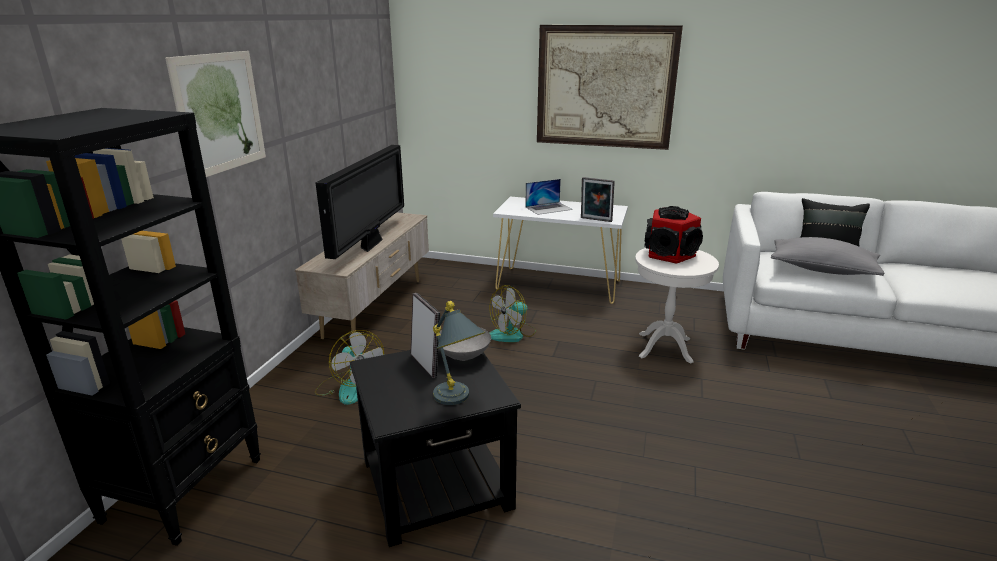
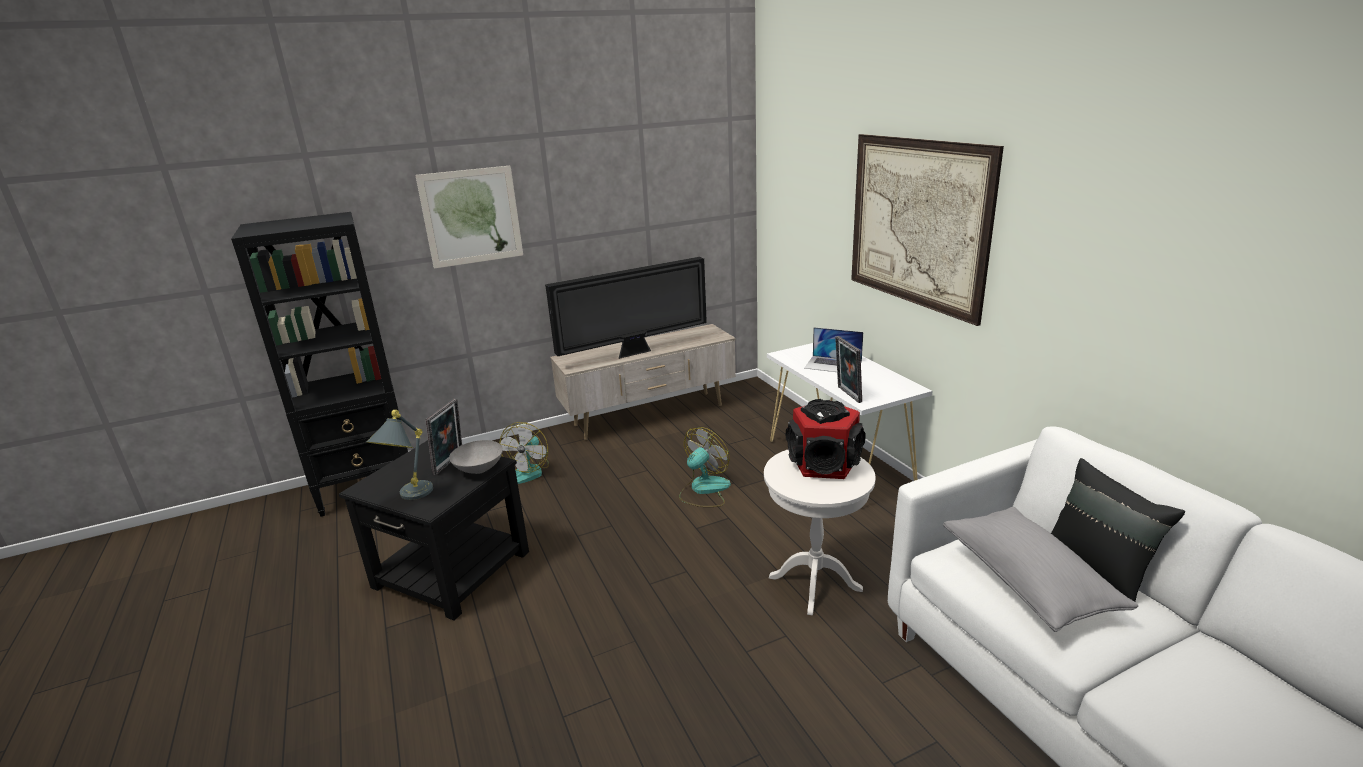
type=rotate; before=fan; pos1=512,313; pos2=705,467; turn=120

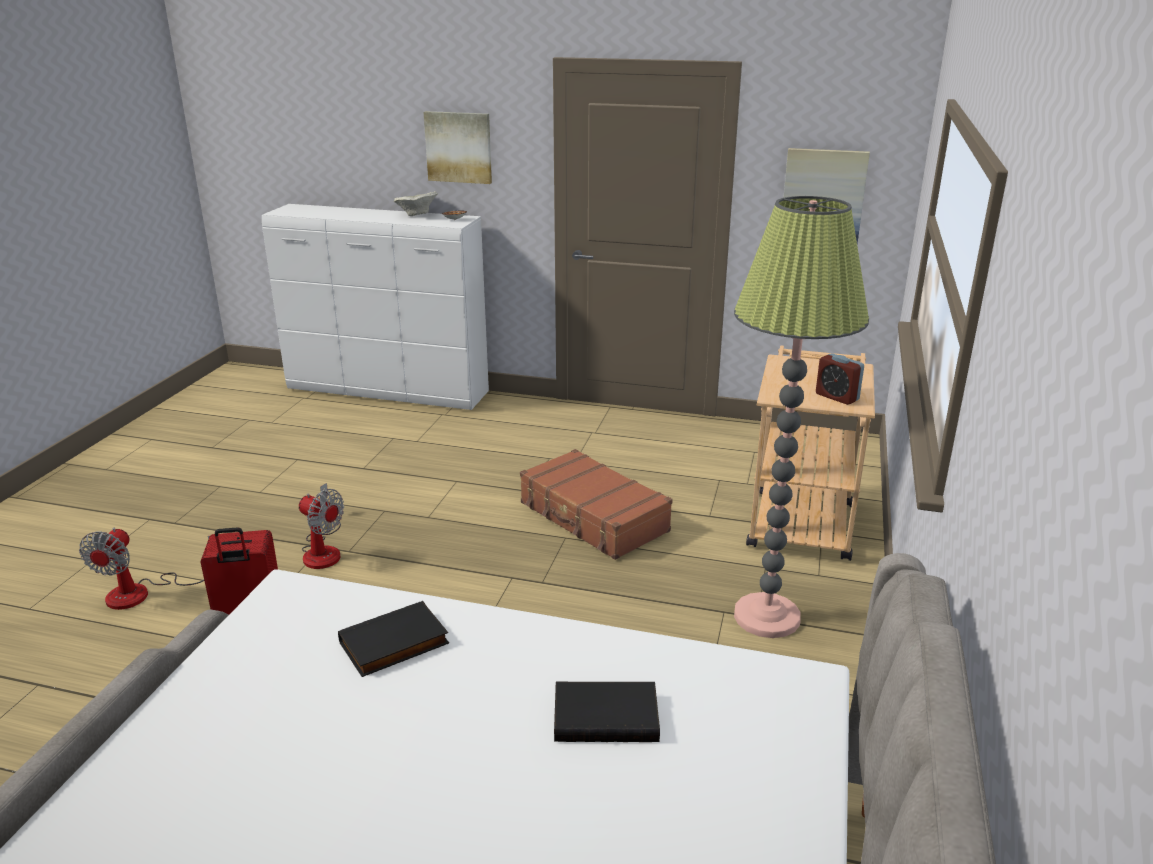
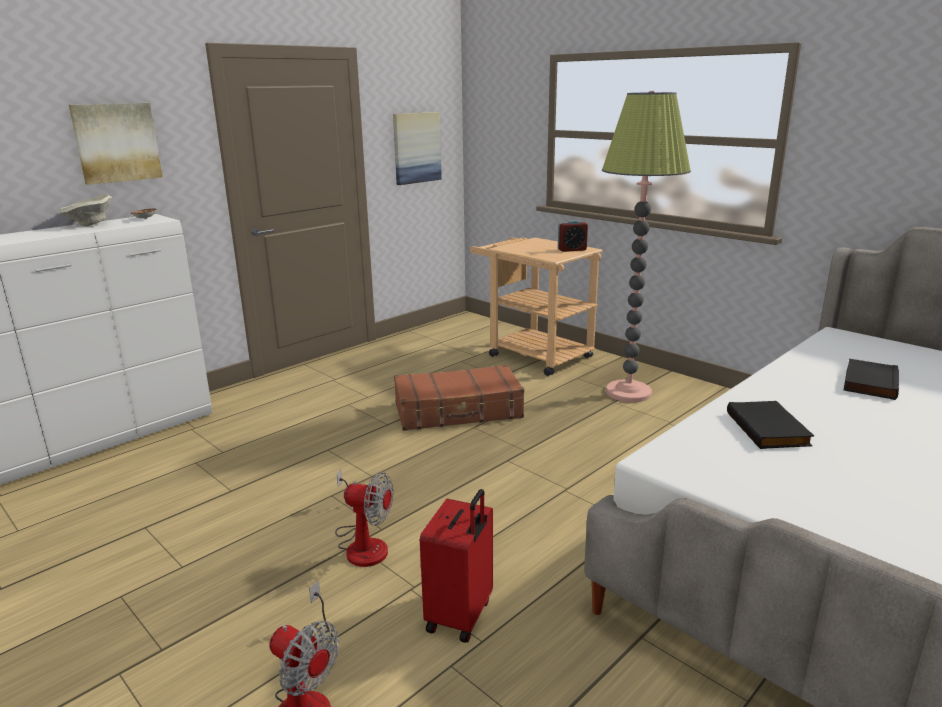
type=rotate; before=fan; pos1=321,526; pos2=364,518; turn=45

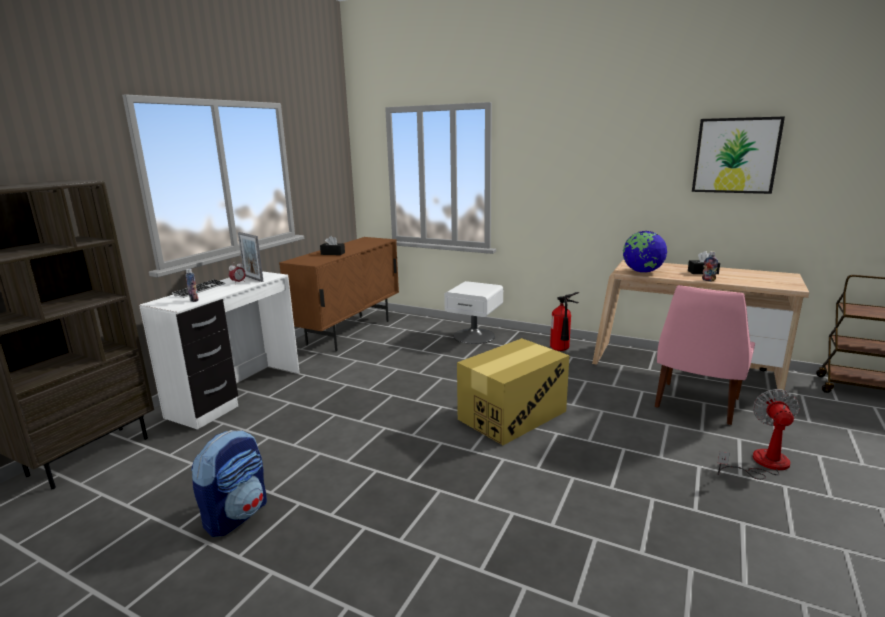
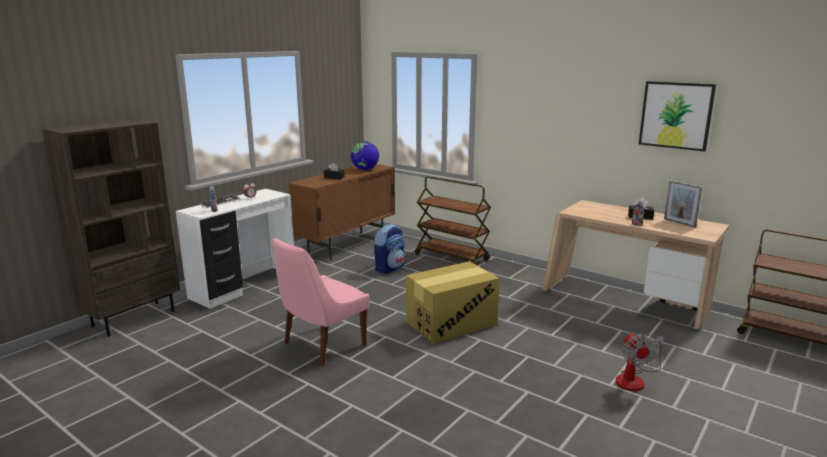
type=move; before=pink chair; pos1=705,355; pos2=321,302
type=move; before=world globe; pos1=645,252; pos2=365,155
type=move; before=knapsack; pos1=229,483; pos2=389,249
type=replace; before=whitish nightstand; after=brownish cart; pos1=473,312; pos2=453,220
type=rotate; before=fan; pos1=759,434; pos2=639,361; turn=150
type=move; before=picture frame; pos1=251,257; pos2=683,203
type=delete; before=fire-fighting cylinder; pos1=564,321

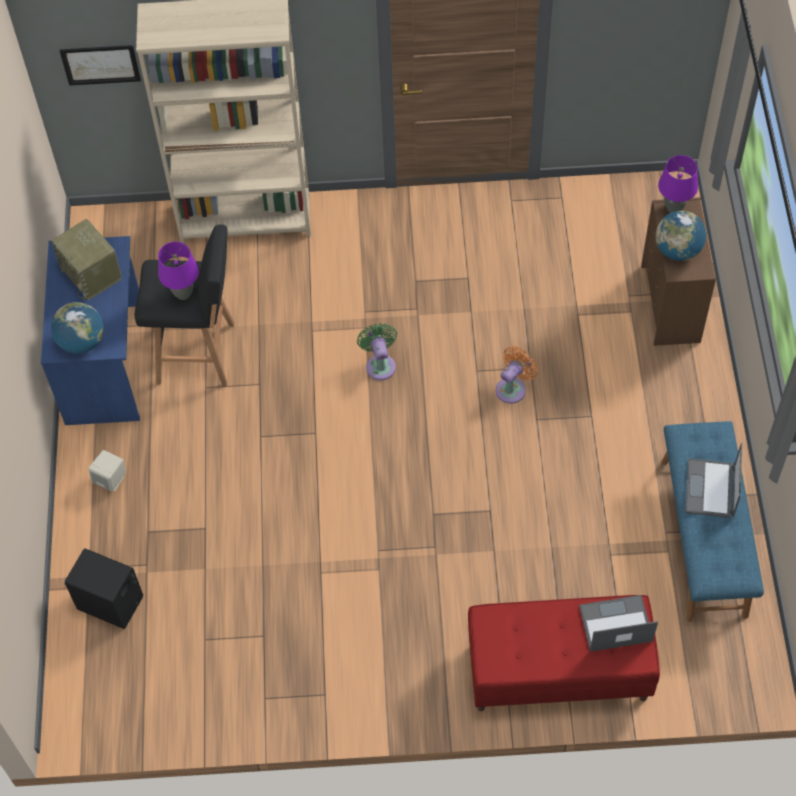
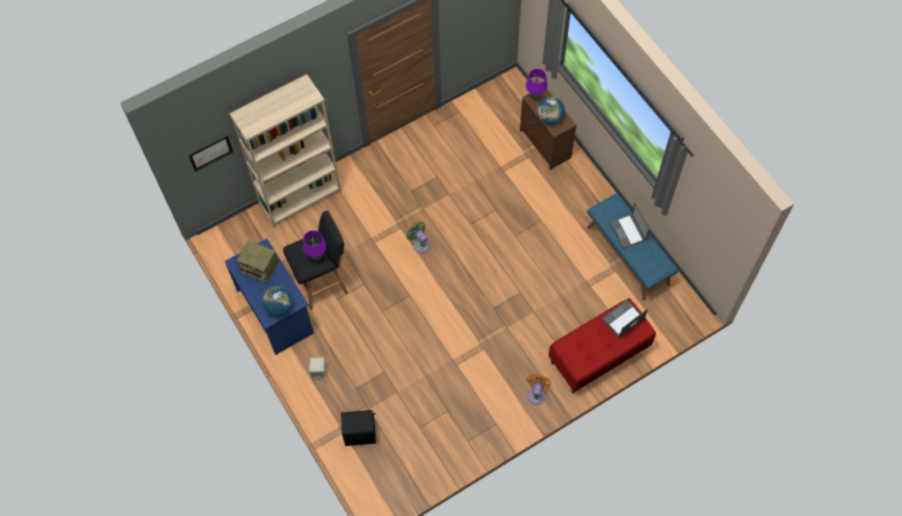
type=move; before=orange fan; pos1=517,375; pos2=539,389

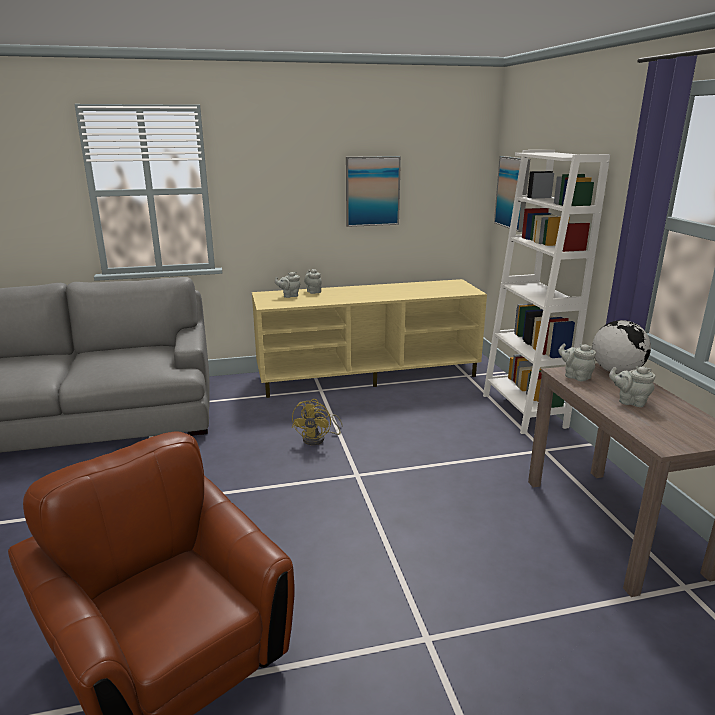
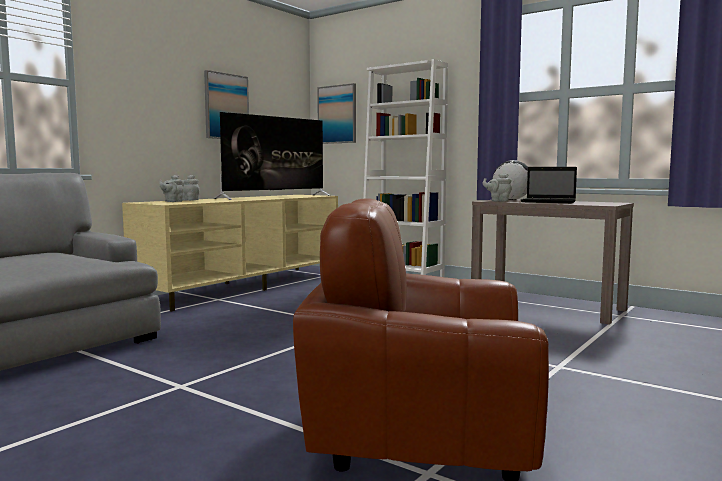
type=insert; after=TV set; pos2=271,156
type=replace; before=greyish teapot; after=laptop; pos1=632,386; pos2=549,185
type=delete; before=yellow-coloured fan; pos1=317,422

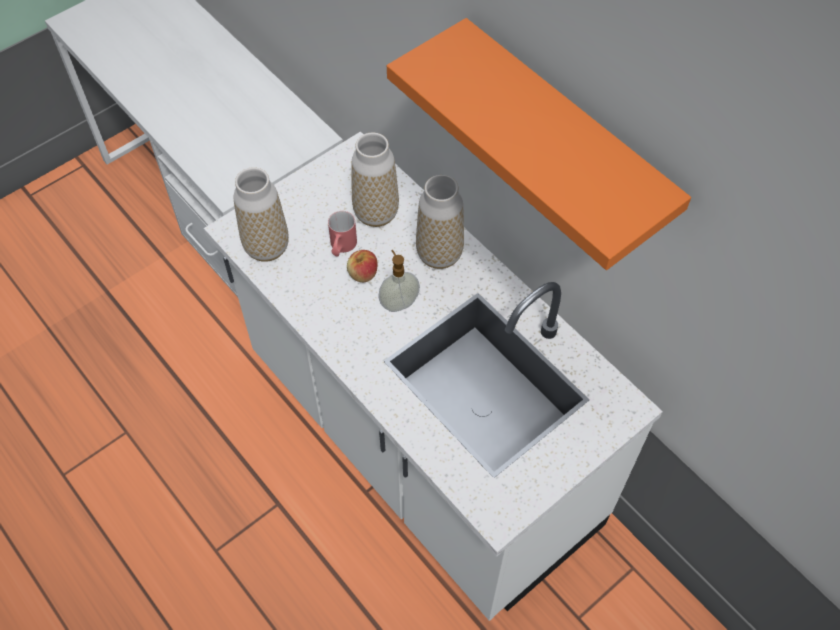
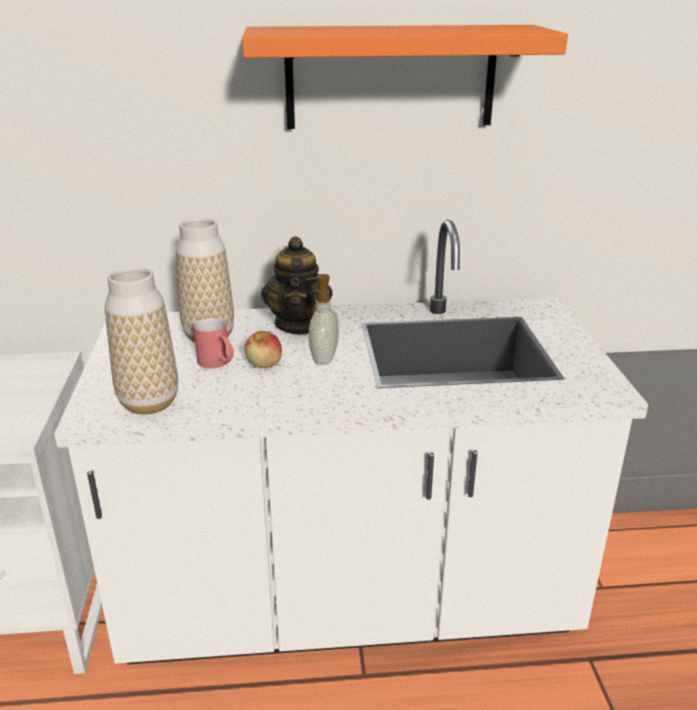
type=replace; before=vase; after=teapot; pos1=440,222; pos2=296,285

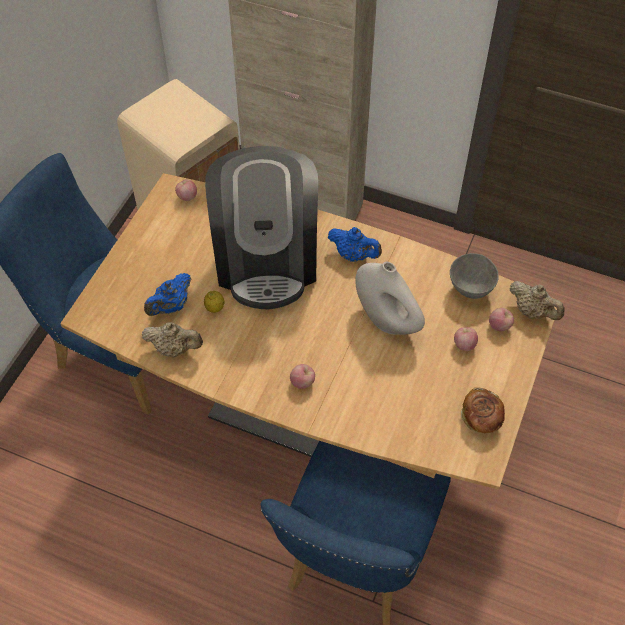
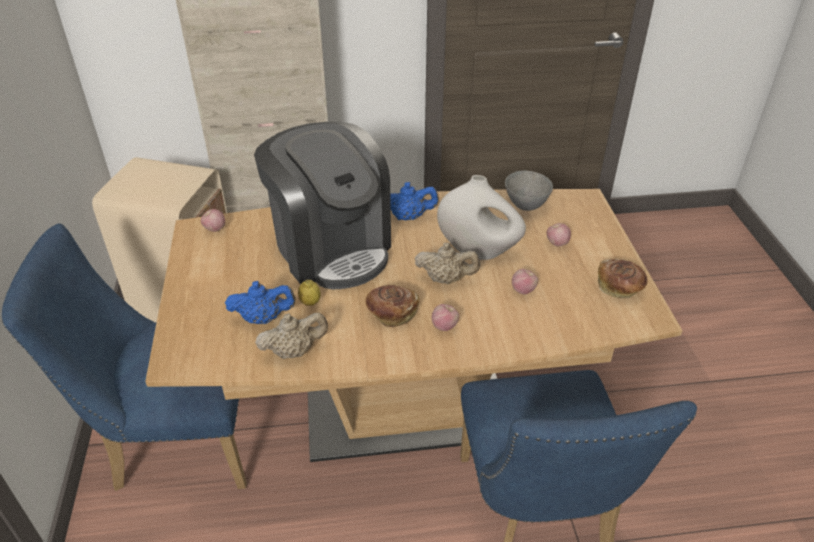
type=rotate; before=blue-coloured teapot; pos1=167,294; pos2=260,302; turn=-105
type=insert; after=bread; pos2=392,306
type=move; before=beige-coloured teapot; pos1=537,300; pos2=447,263
type=move; before=apple; pos1=501,319; pos2=525,281

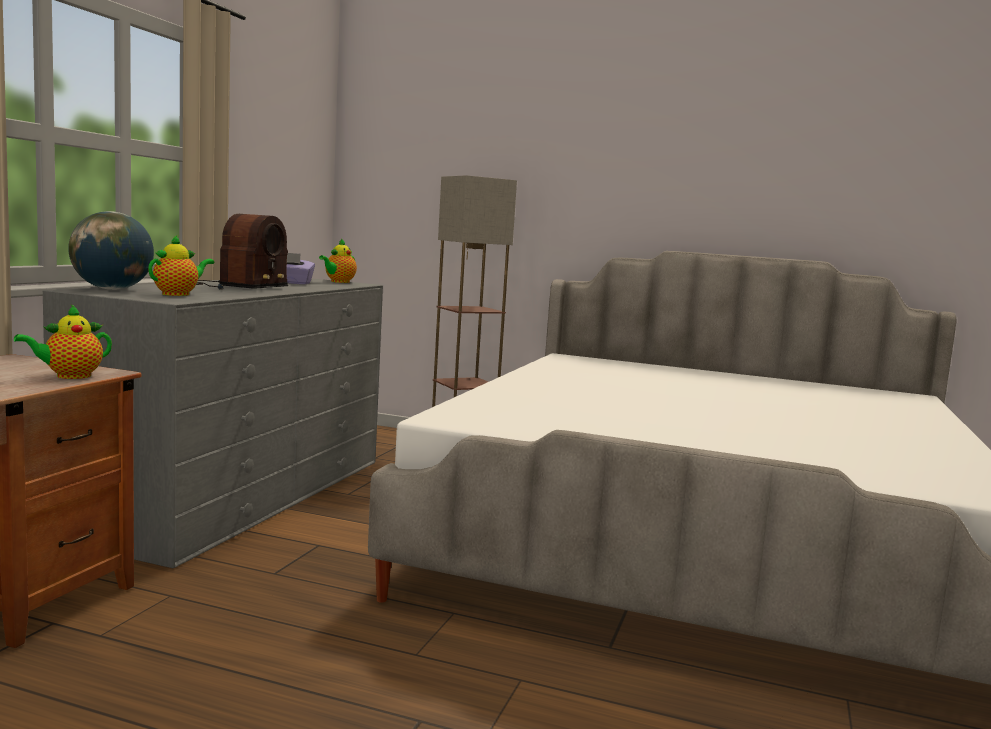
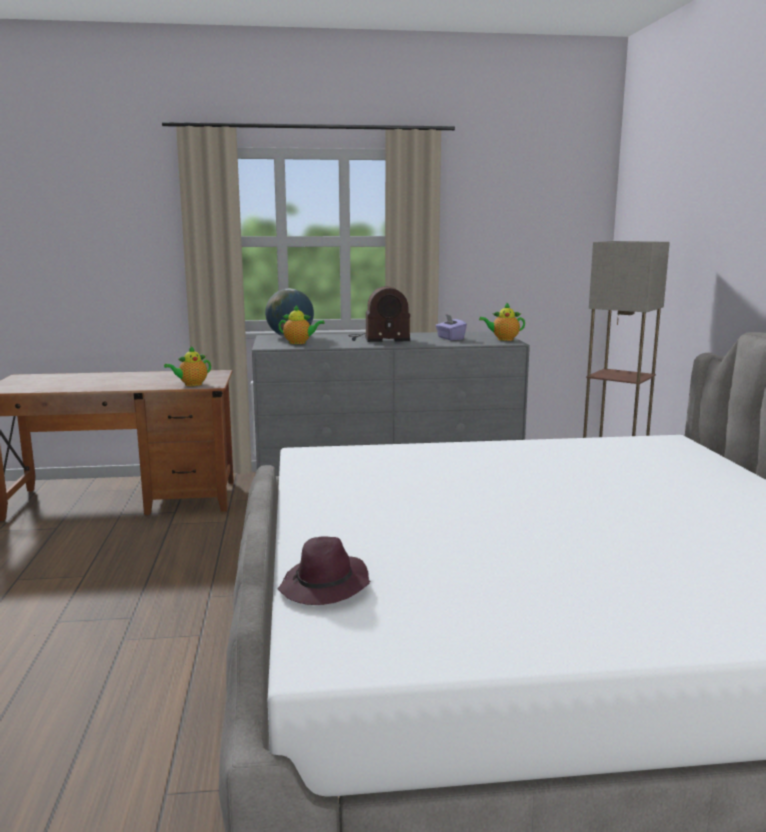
type=rotate; before=teapot; pos1=63,341; pos2=187,366; turn=-60
type=insert; after=purple hat; pos2=324,570

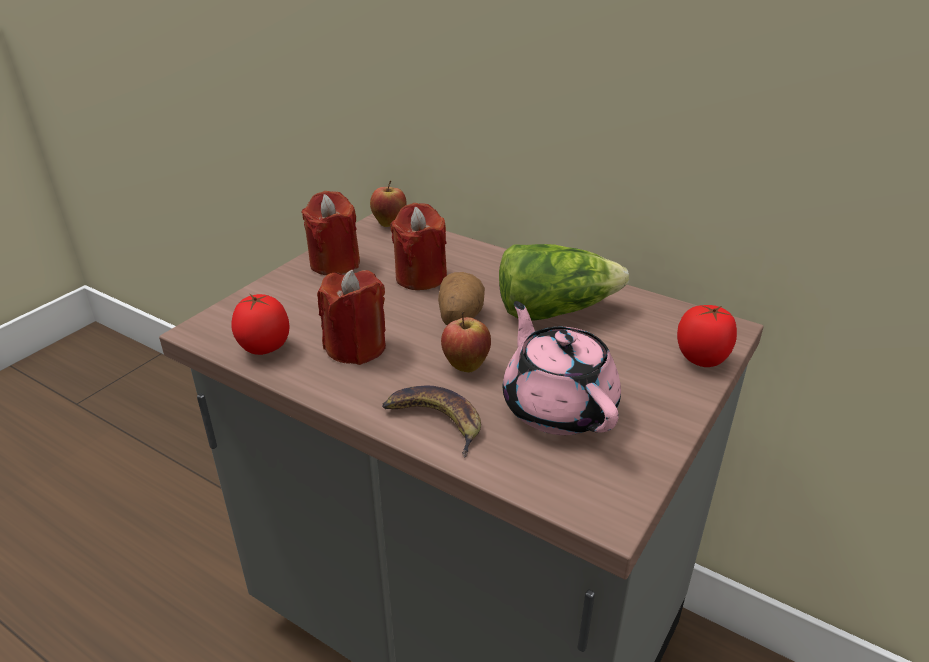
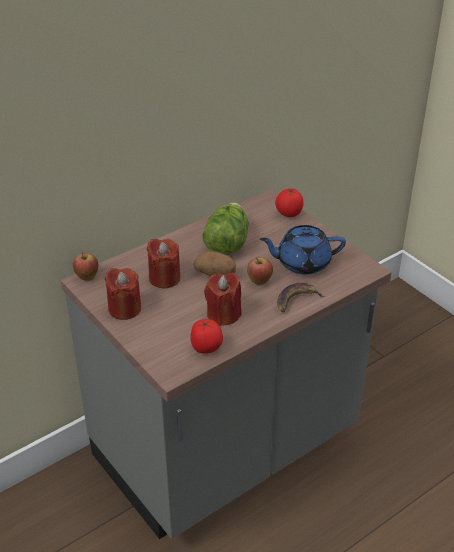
type=recolor; before=pink teapot; after=blue-coloured teapot; pos1=562,368; pos2=303,250

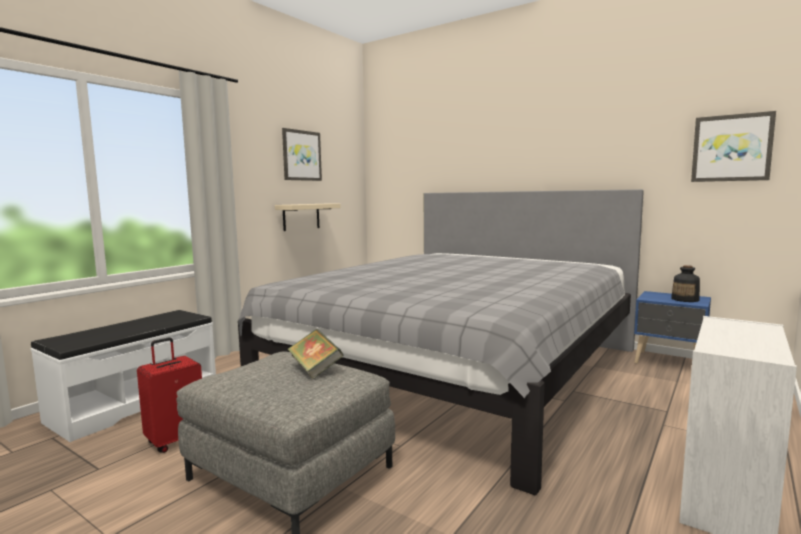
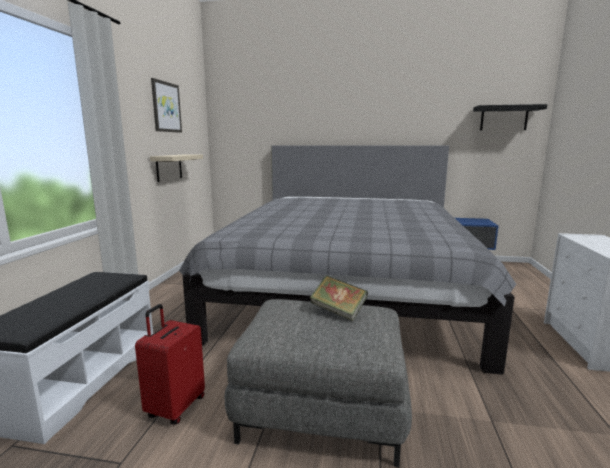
type=replace; before=picture; after=black-coloured shelf; pos1=733,146; pos2=510,117
type=delete; before=beverage bottle; pos1=685,283

